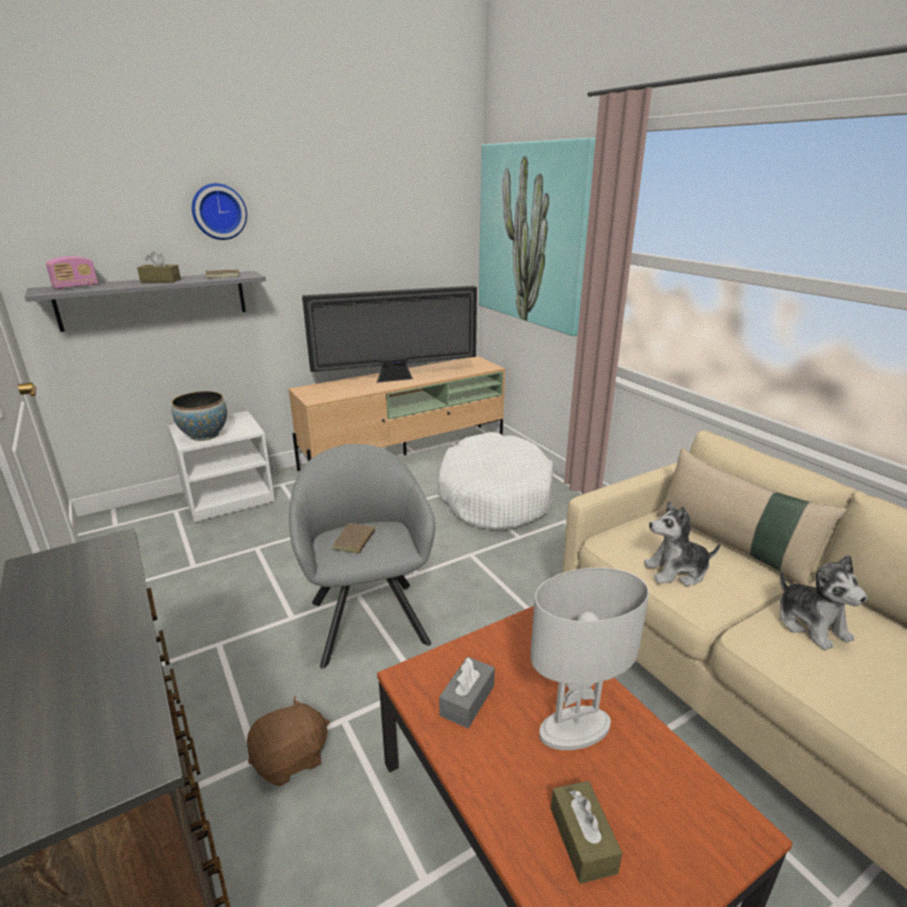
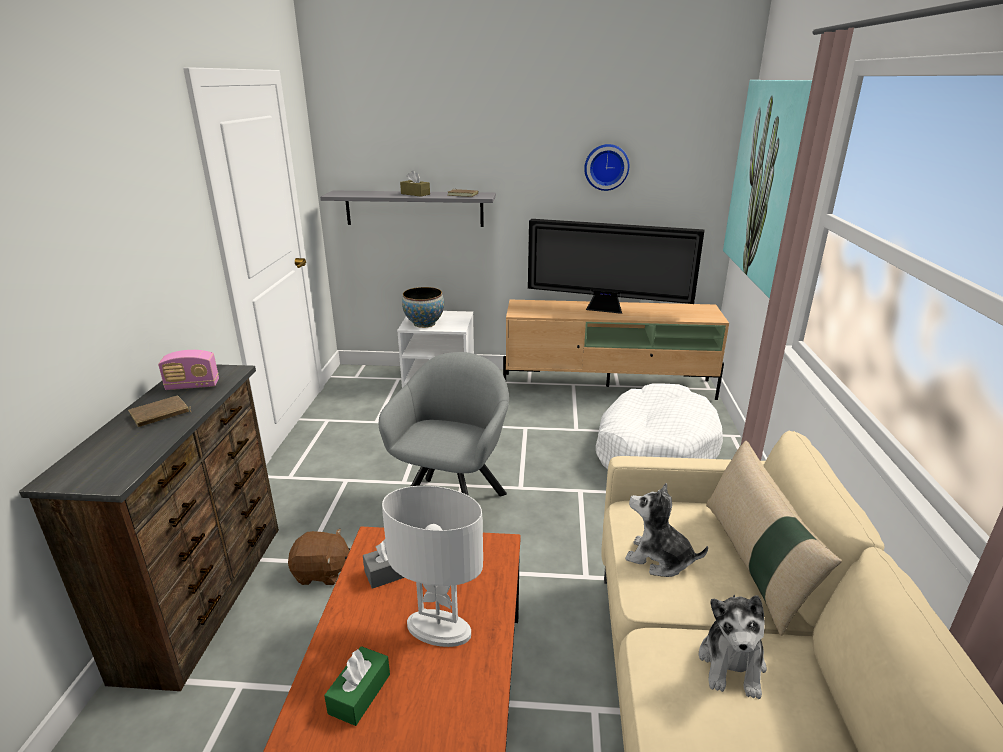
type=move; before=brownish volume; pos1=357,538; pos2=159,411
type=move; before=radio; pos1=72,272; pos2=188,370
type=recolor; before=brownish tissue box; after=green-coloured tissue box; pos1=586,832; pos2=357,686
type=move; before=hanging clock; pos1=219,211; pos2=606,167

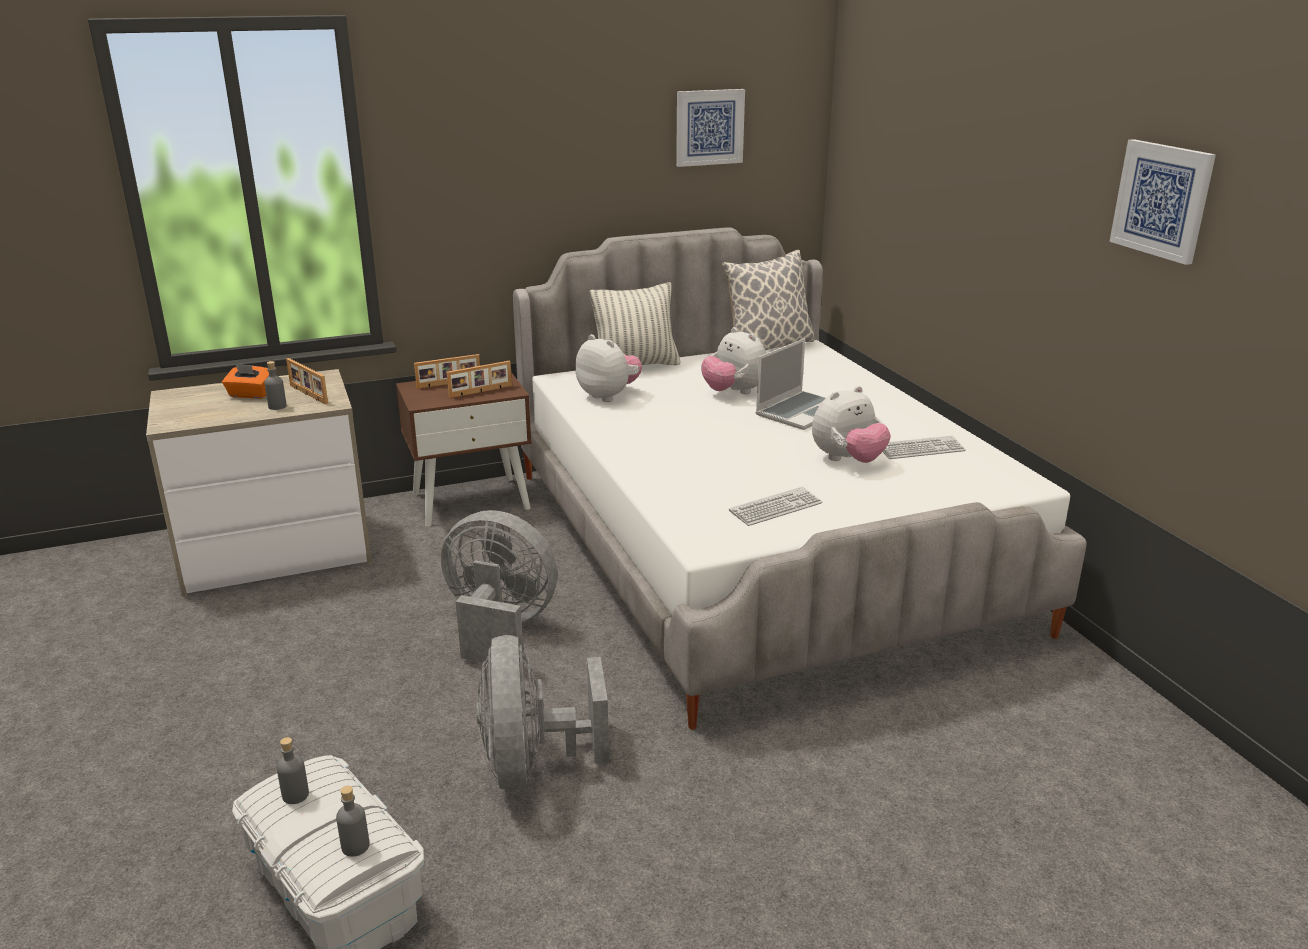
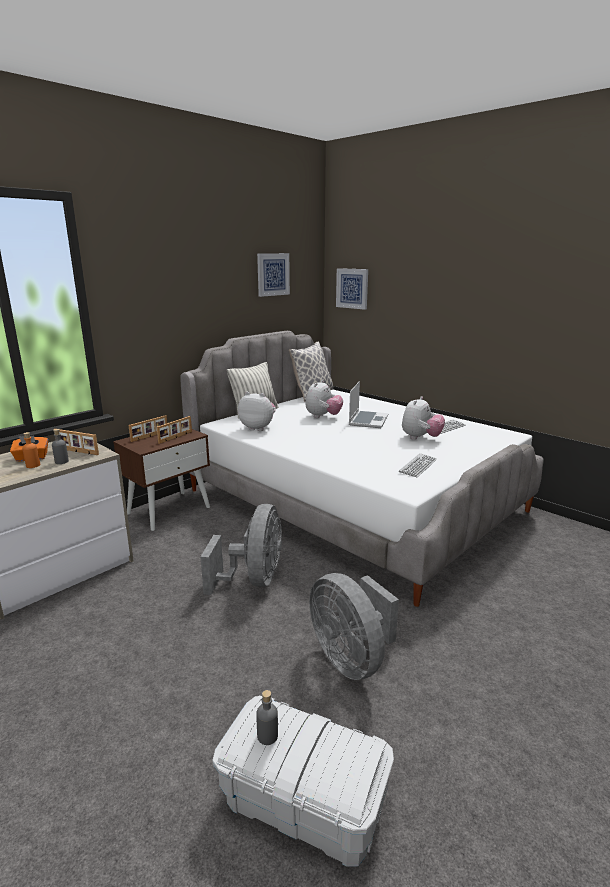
type=insert; after=orange beverage bottle; pos2=31,450
type=rotate; before=greyish fan; pos1=499,587; pos2=241,549; turn=105
type=rotate; before=plush toy; pos1=733,360; pos2=324,399; turn=-90
type=move; before=picture; pos1=1162,202; pos2=352,289
type=delete; before=greyish beverage bottle; pos1=353,821

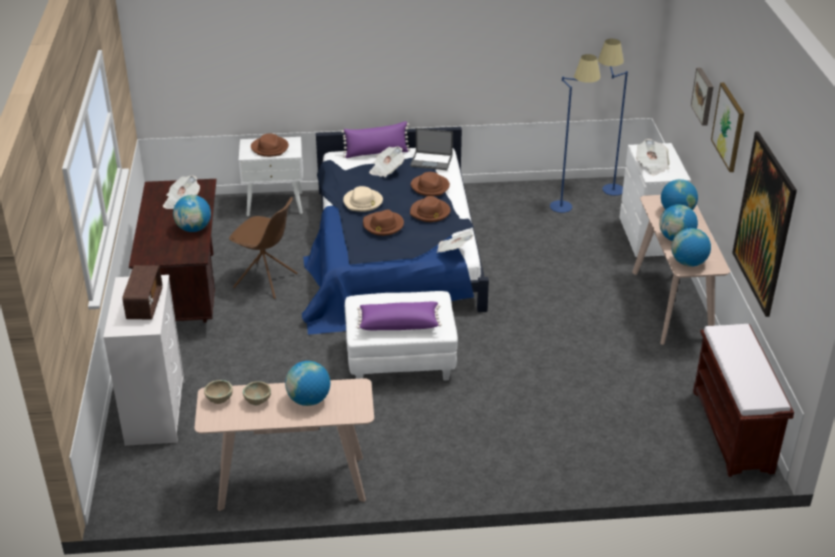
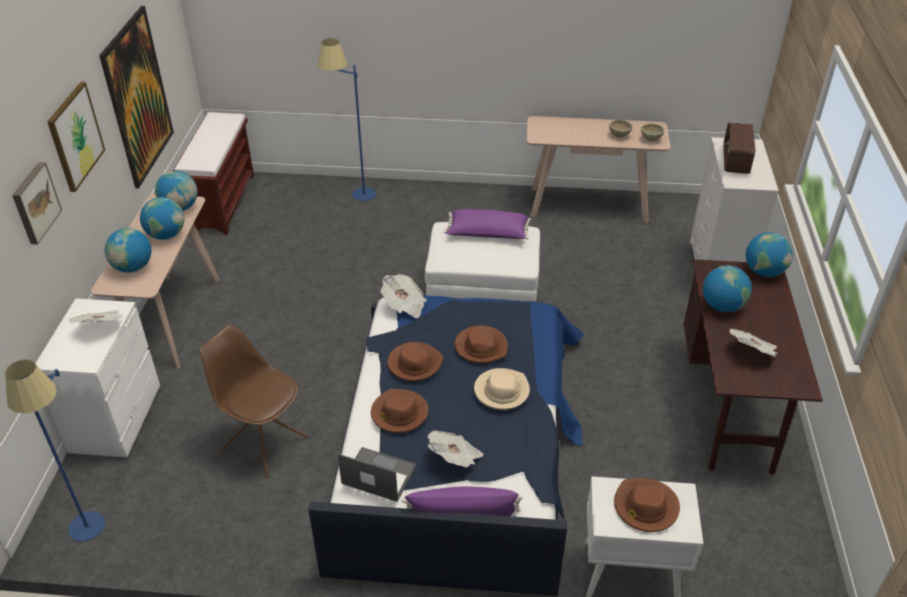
type=move; before=brownish chair; pos1=263,248; pos2=254,401
type=move; before=blue-coloured standard lamp; pos1=575,133; pos2=347,119
type=move; before=world globe; pos1=307,383; pos2=769,254

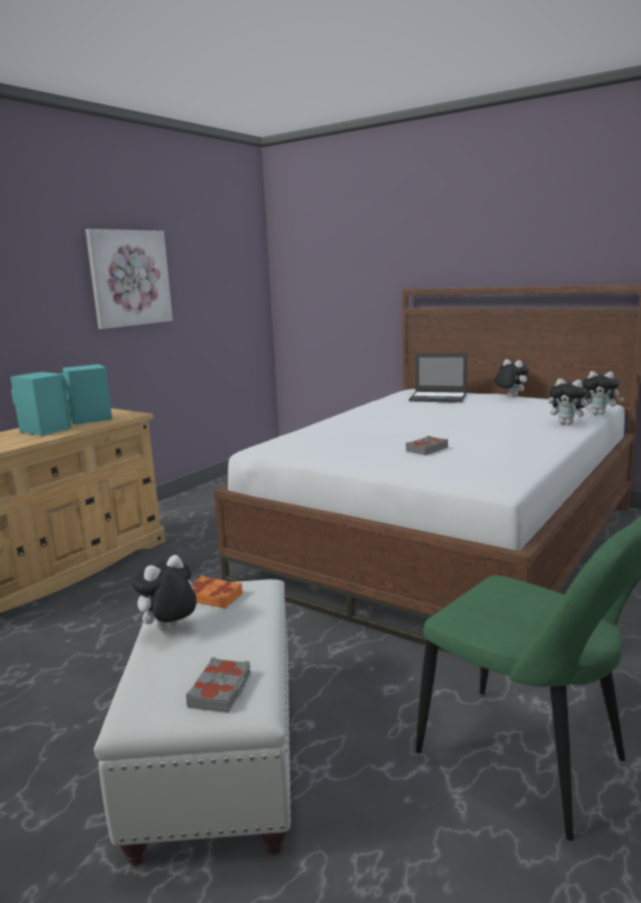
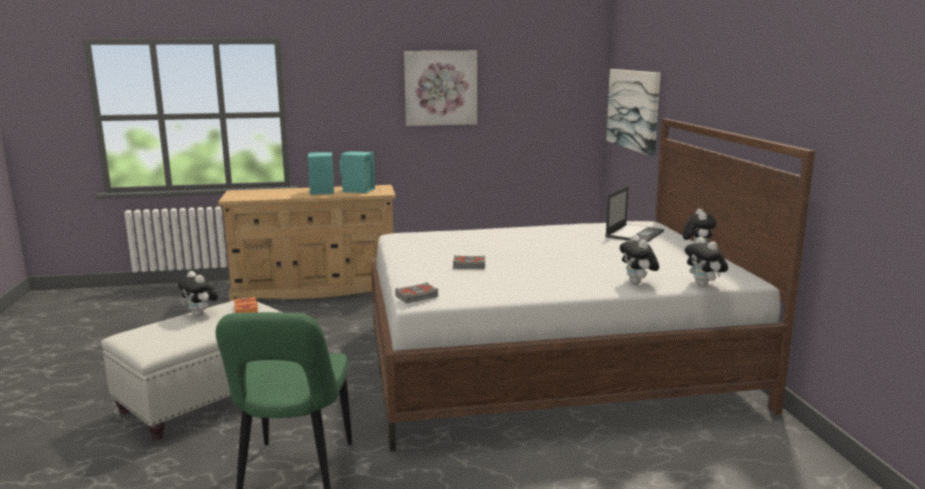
type=rotate; before=plush toy; pos1=164,593; pos2=198,293; turn=-135
type=move; before=greyish volume; pos1=218,685; pos2=416,292
type=rotate; before=laptop; pos1=438,378; pos2=634,214; turn=-120
type=insert; after=picture; pos2=633,112

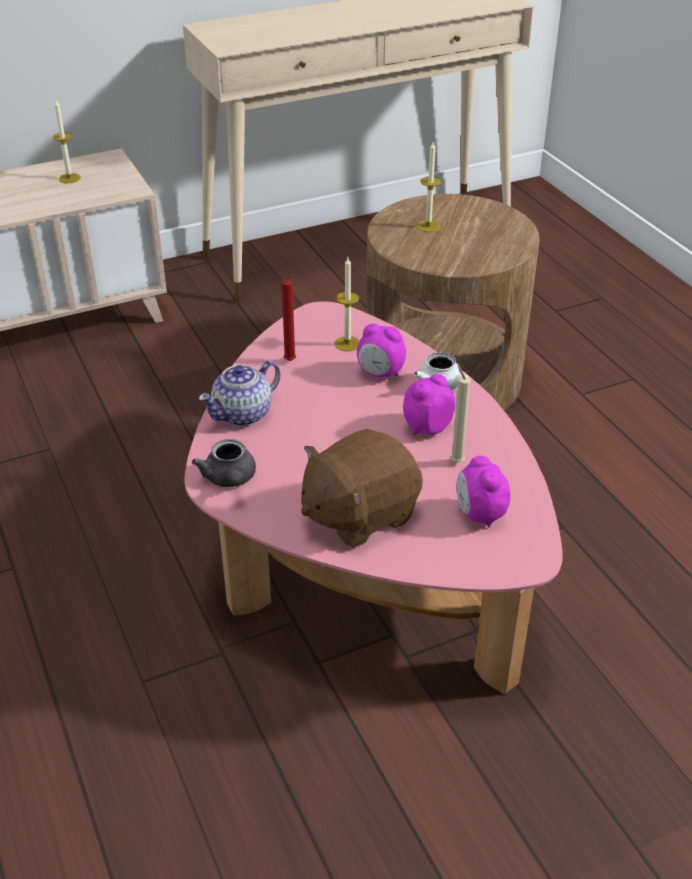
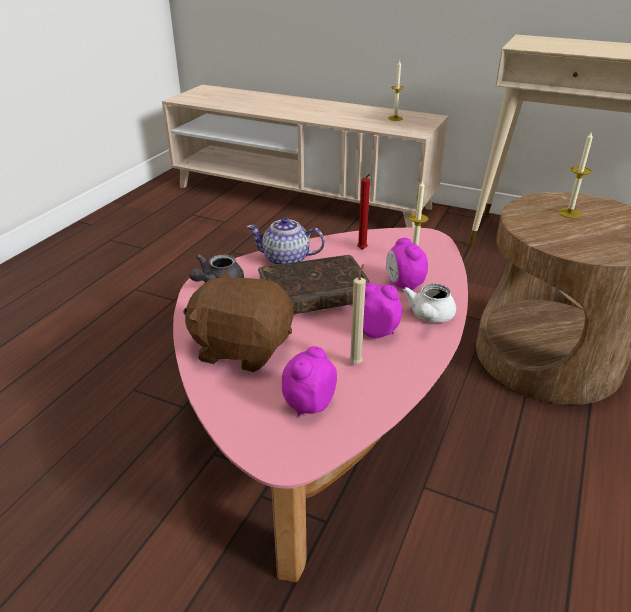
type=insert; after=brownish volume; pos2=314,284

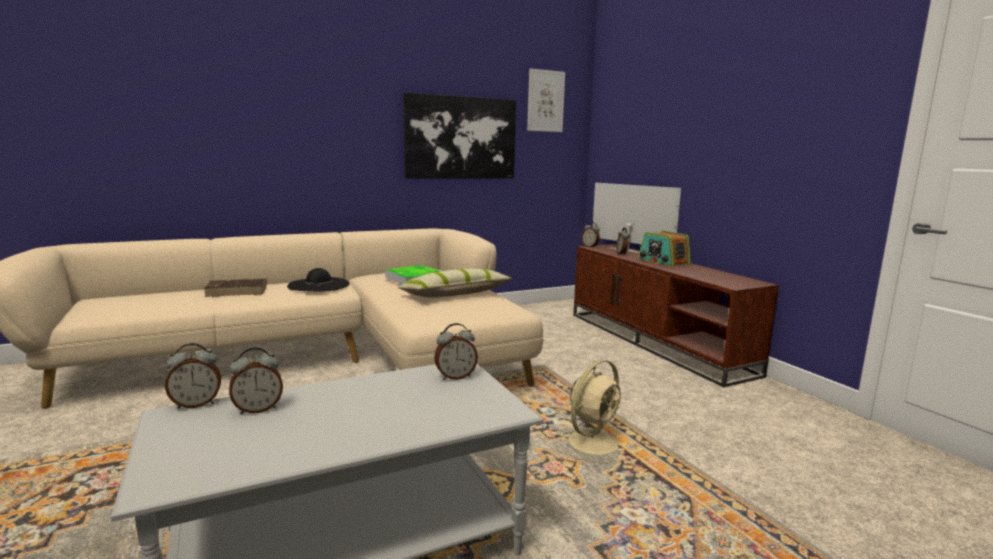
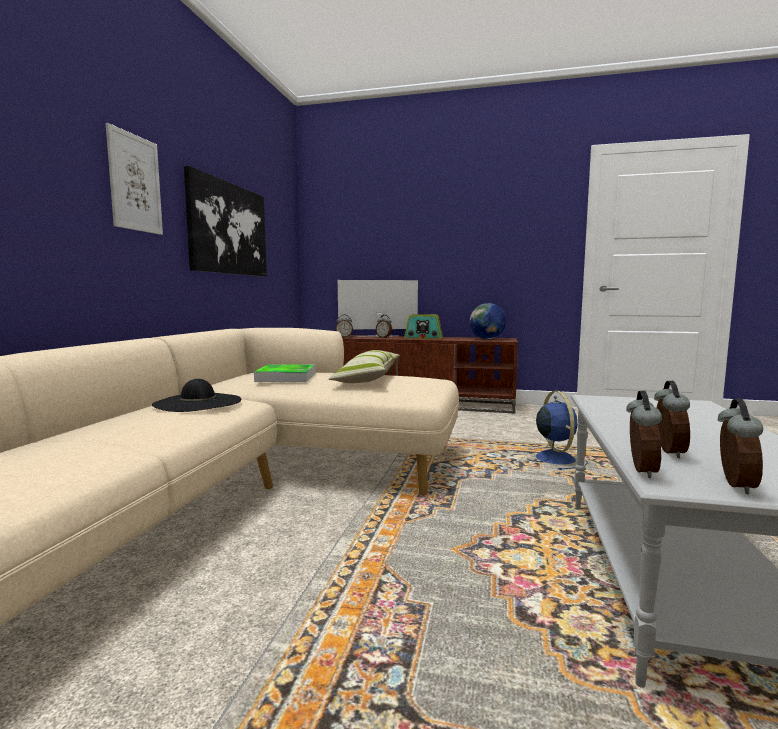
type=move; before=picture; pos1=546,100; pos2=134,179
type=insert; after=world globe; pos2=488,321
type=recolor; before=beige-coloured fan; after=blue-coloured fan; pos1=590,411; pos2=558,430
type=move; before=table clock; pos1=456,351; pos2=740,446
type=delete; before=brownish volume; pos1=235,287

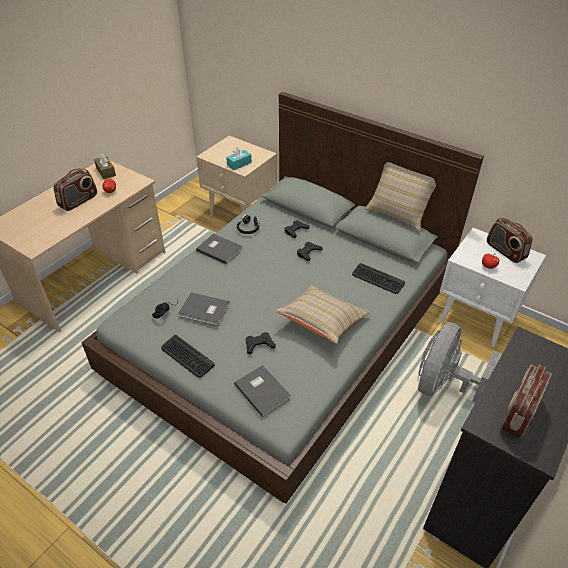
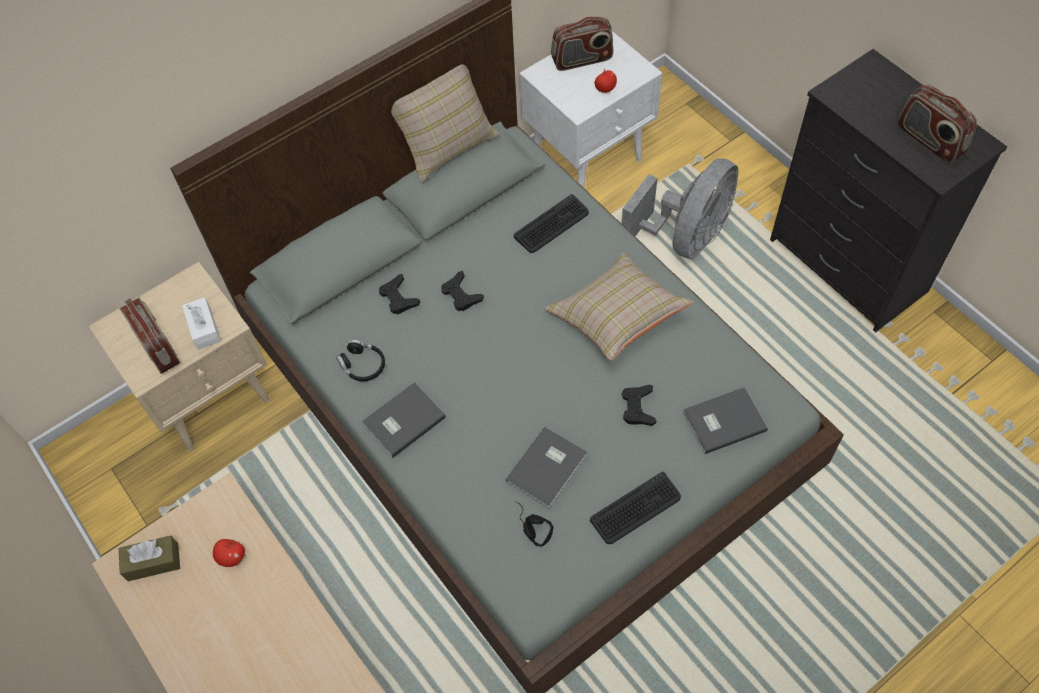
type=move; before=radio; pos1=75,189; pos2=150,336
type=recolor; before=turquoise-coloured tissue box; after=whitish tissue box; pos1=239,158; pos2=201,323
type=rotate; before=greyish fan; pos1=459,362; pos2=679,208; turn=-105

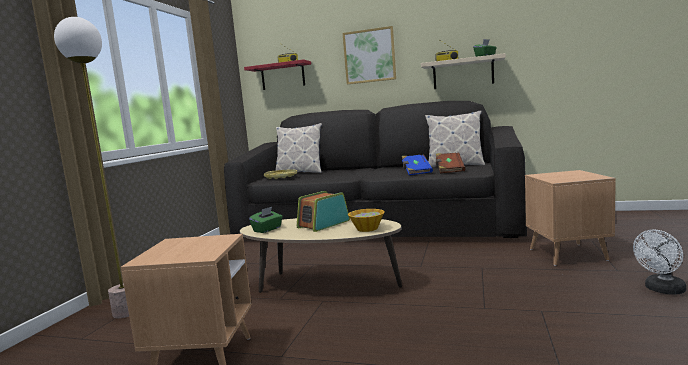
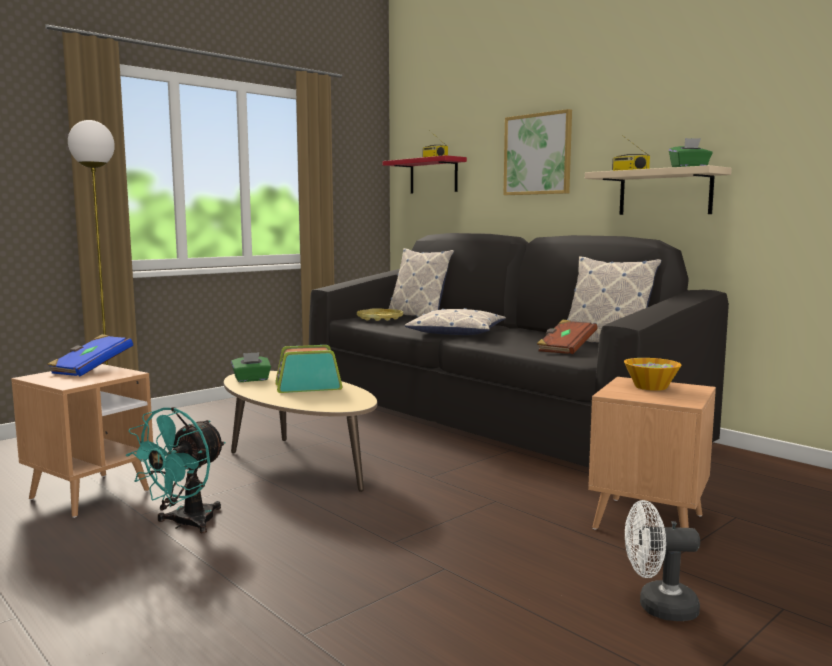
type=move; before=blue-coloured volume; pos1=417,164; pos2=90,355
type=insert; after=turquoise-coloured fan; pos2=176,470
type=insert; after=cushion; pos2=455,321
type=move; before=deep dish; pos1=366,220; pos2=653,374

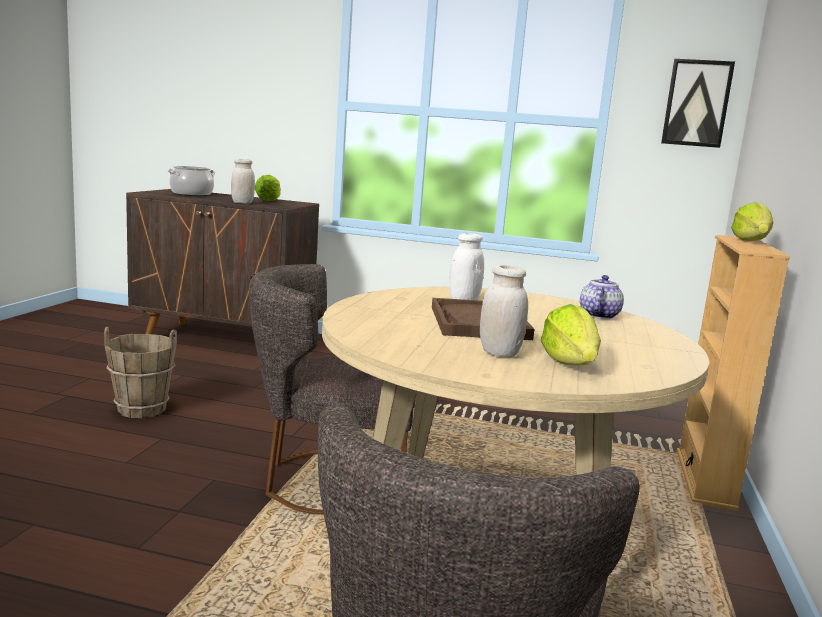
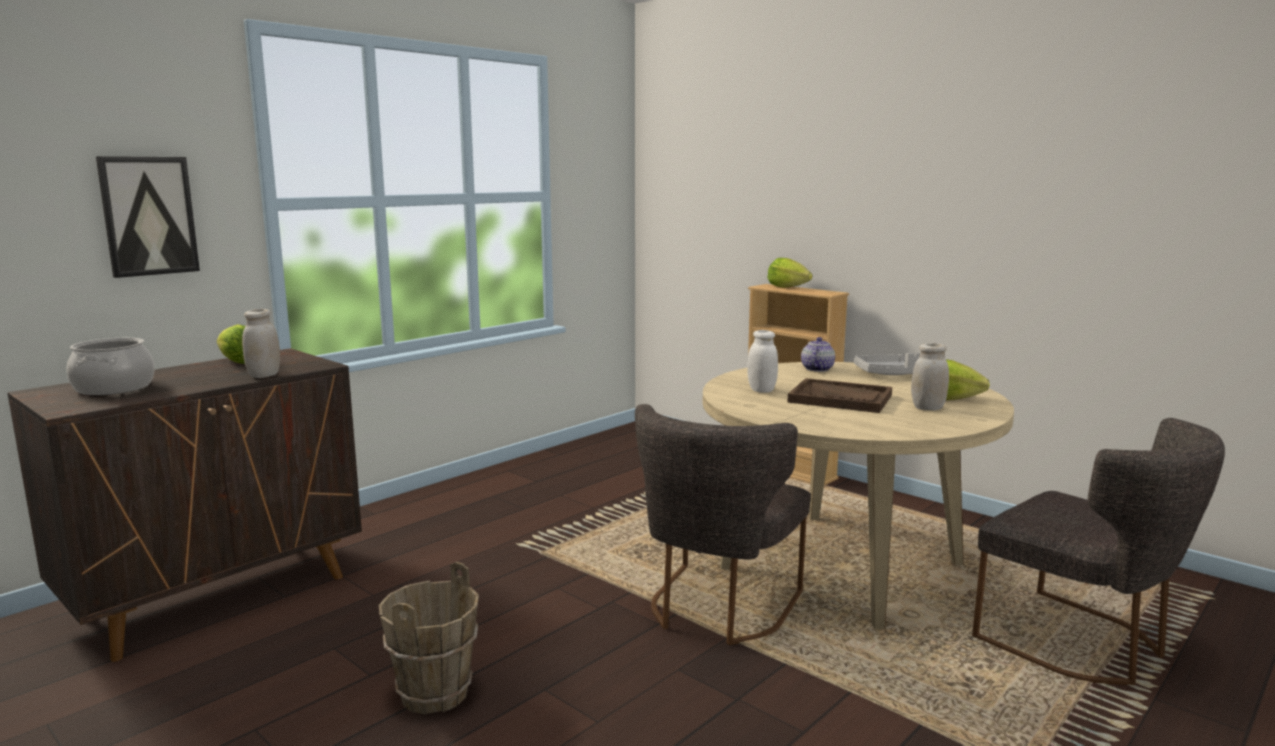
type=move; before=picture; pos1=698,103; pos2=148,217
type=rotate; before=teapot; pos1=602,297; pos2=818,354; turn=60
type=insert; after=greyish carrying tray; pos2=887,364

